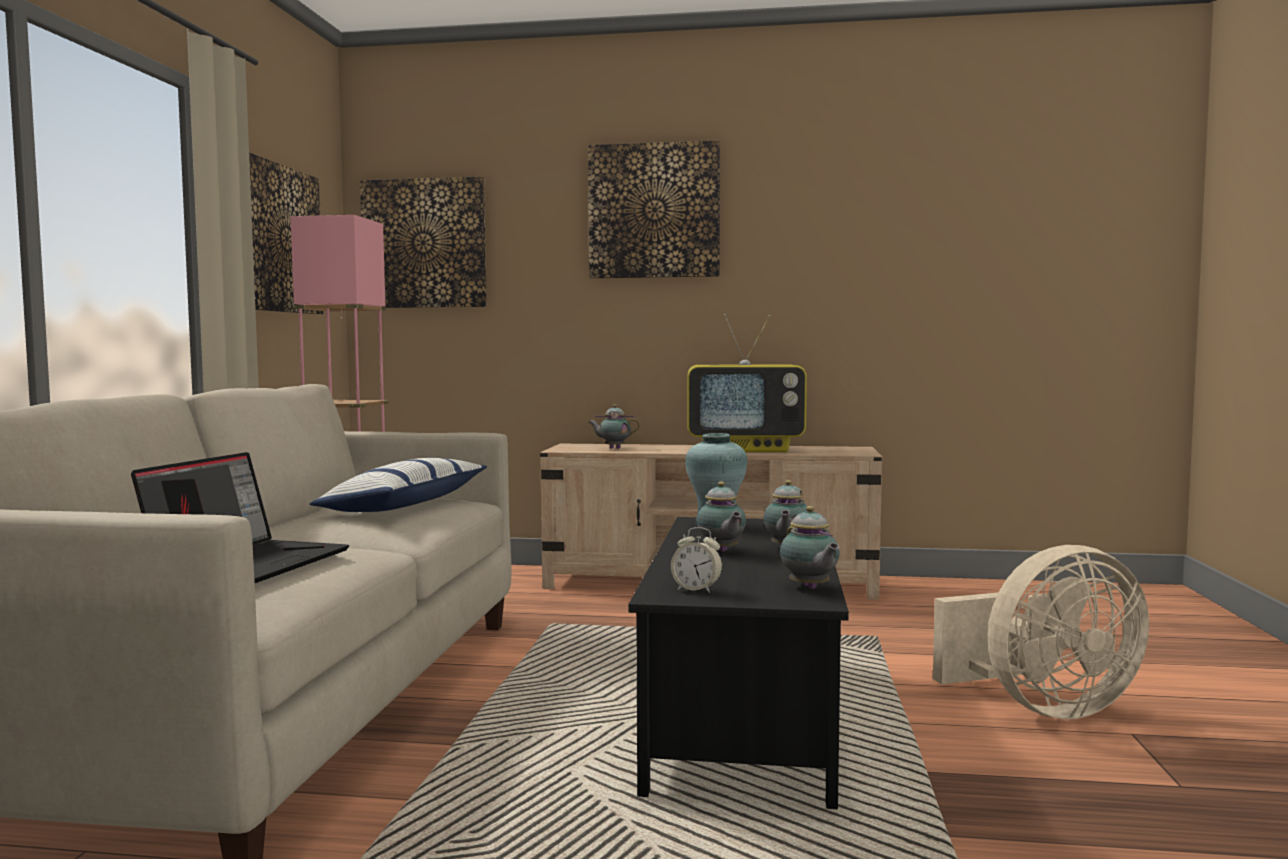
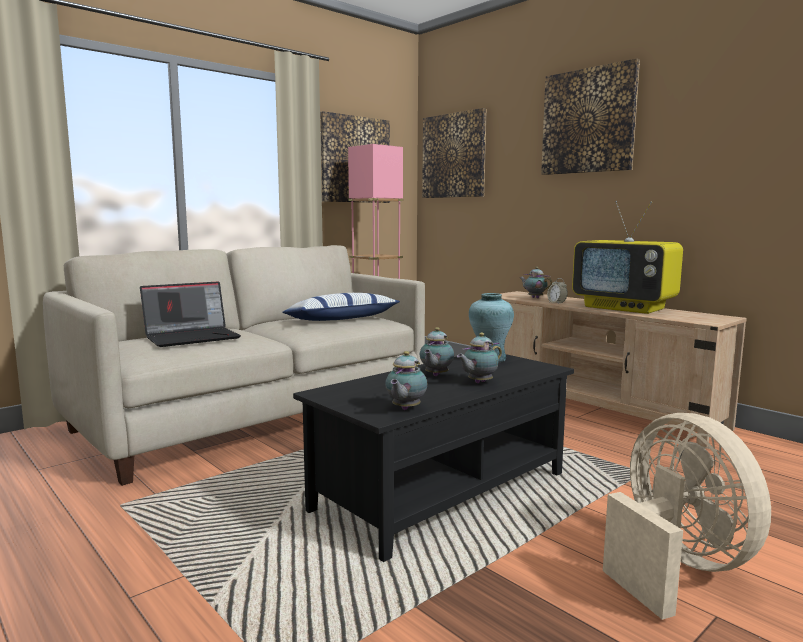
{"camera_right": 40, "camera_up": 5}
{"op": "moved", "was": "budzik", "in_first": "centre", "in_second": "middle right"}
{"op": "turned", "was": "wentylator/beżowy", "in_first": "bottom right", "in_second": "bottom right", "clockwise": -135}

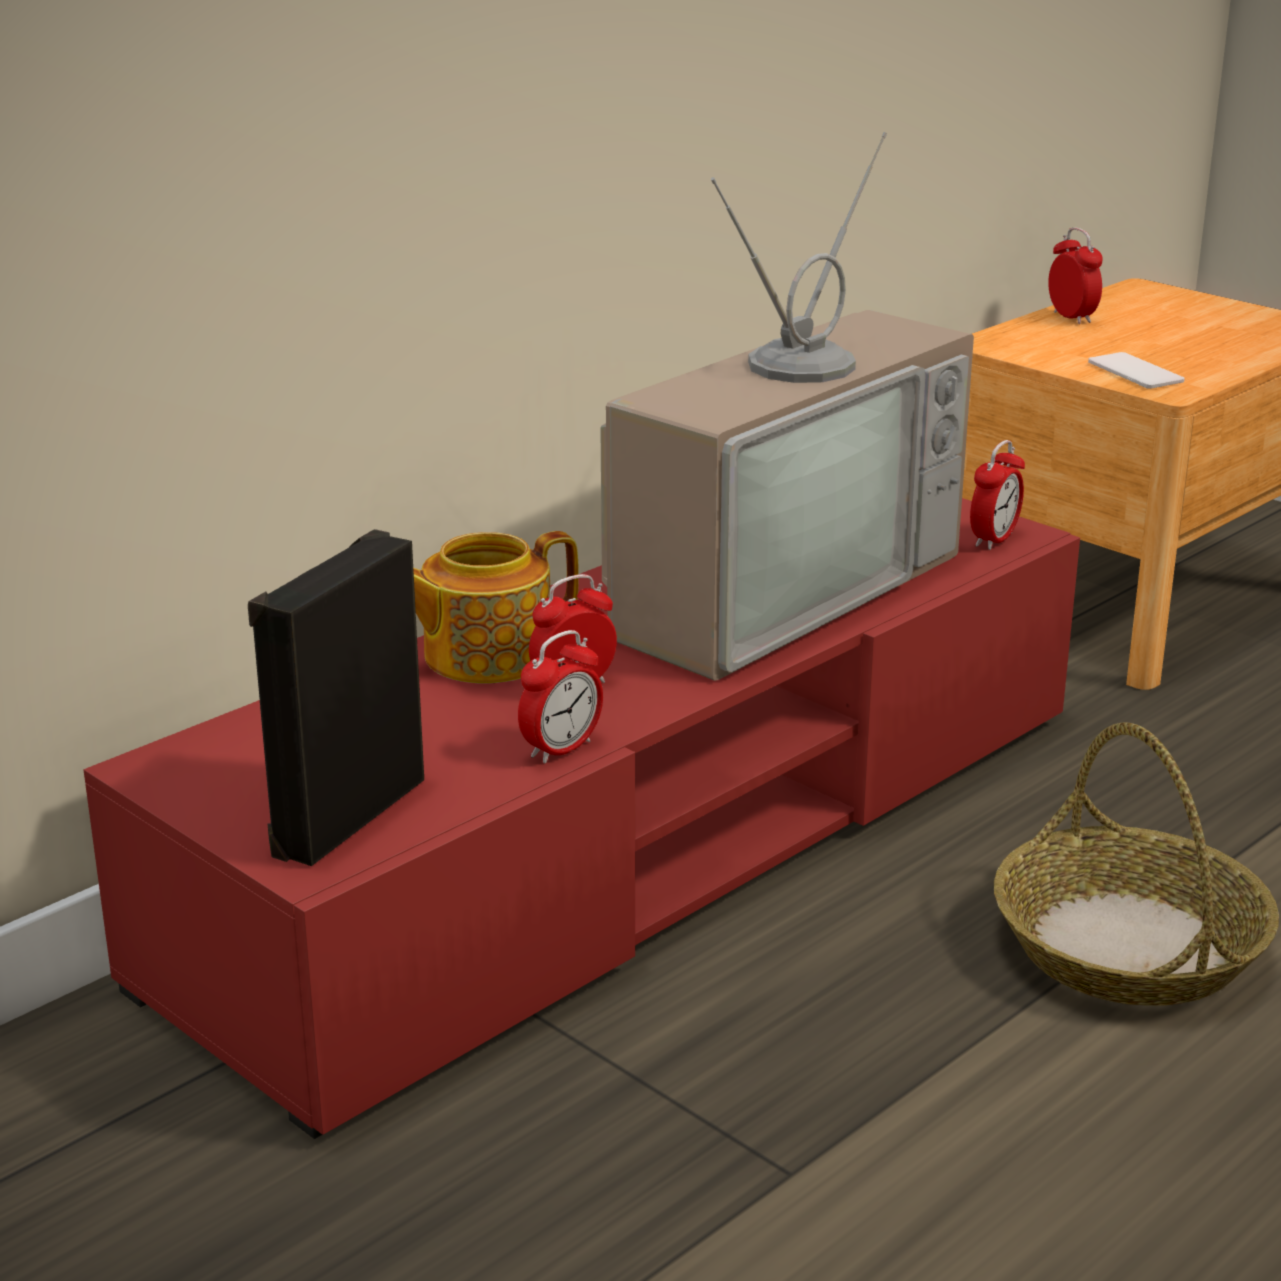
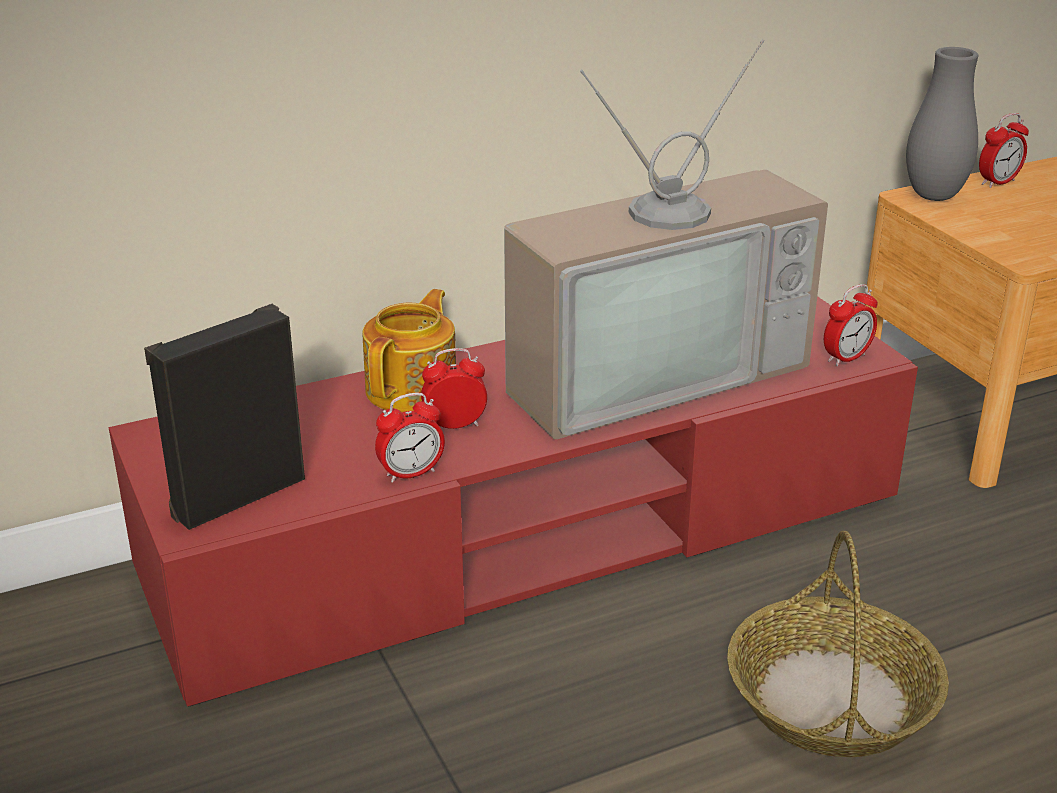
{"camera_right": 20, "camera_up": 5}
{"op": "turned", "was": "budzik (4th from left)", "in_first": "top right", "in_second": "top right", "clockwise": 60}
{"op": "removed", "was": "telefon", "in_first": "top right"}
{"op": "turned", "was": "imbryk", "in_first": "centre", "in_second": "centre", "clockwise": 120}
{"op": "added", "now": "wazon/szary", "in_second": "top right"}

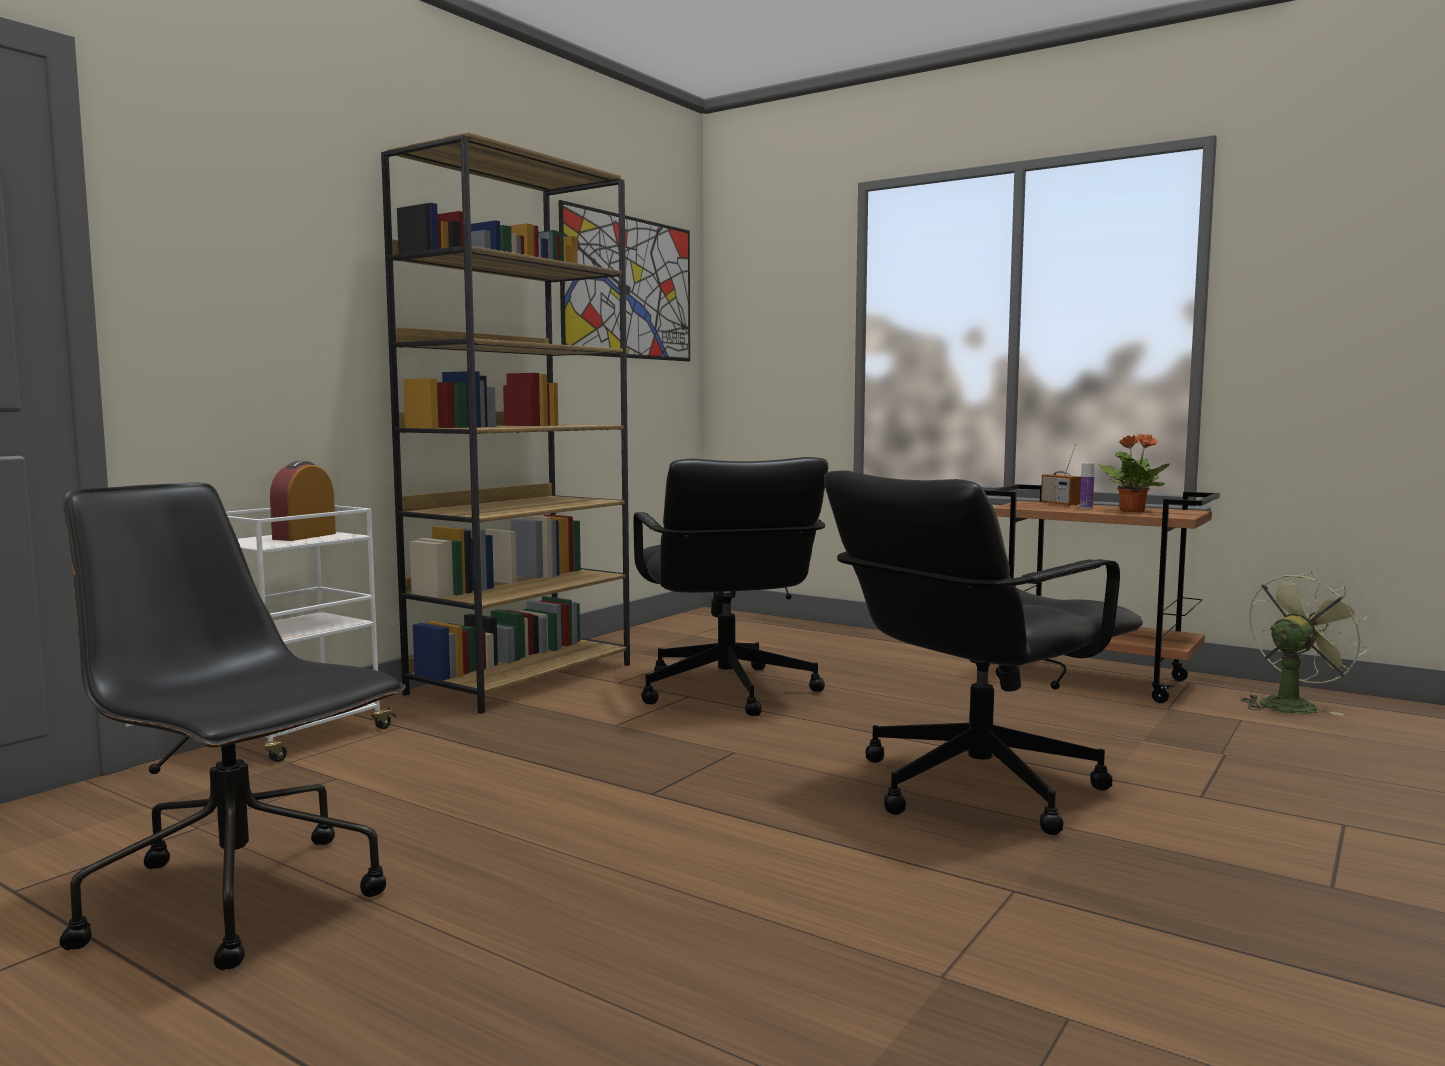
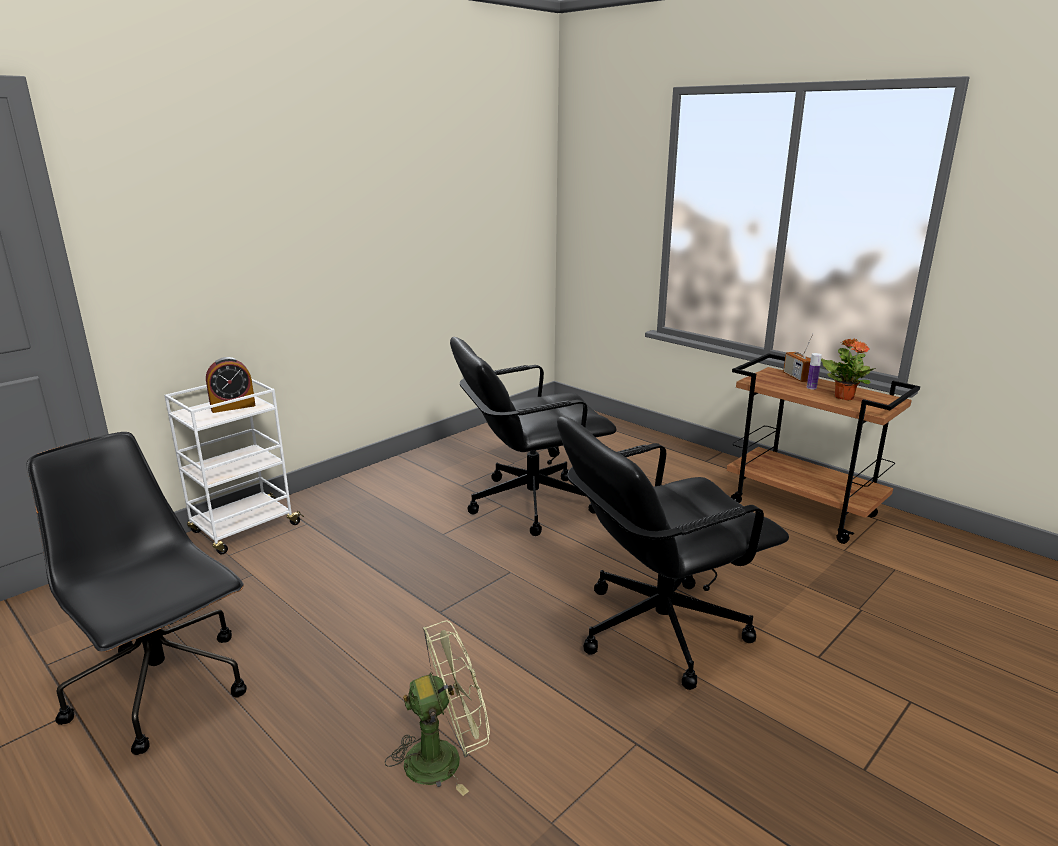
{"camera_right": 10, "camera_up": 15}
{"op": "removed", "was": "regał/brązowy", "in_first": "centre"}
{"op": "removed", "was": "obraz", "in_first": "top centre"}
{"op": "turned", "was": "krzesło biurowe/czarny (2nd from left)", "in_first": "centre", "in_second": "centre", "clockwise": 75}
{"op": "turned", "was": "budzik", "in_first": "middle left", "in_second": "middle left", "clockwise": -150}
{"op": "moved", "was": "wentylator/zielony", "in_first": "middle right", "in_second": "bottom centre"}

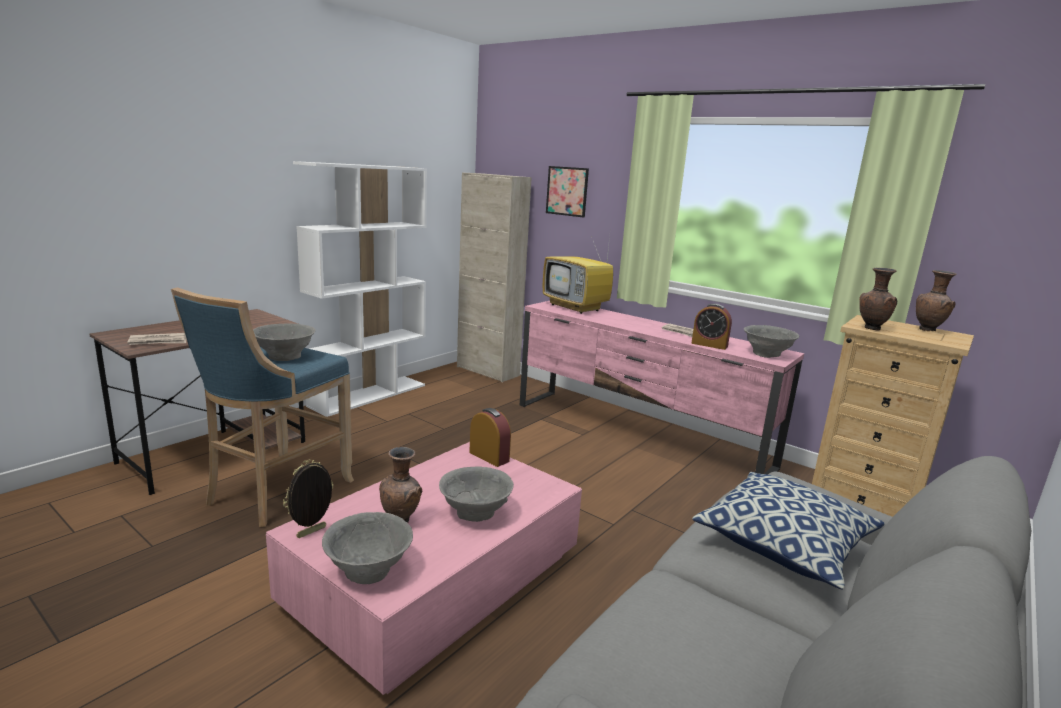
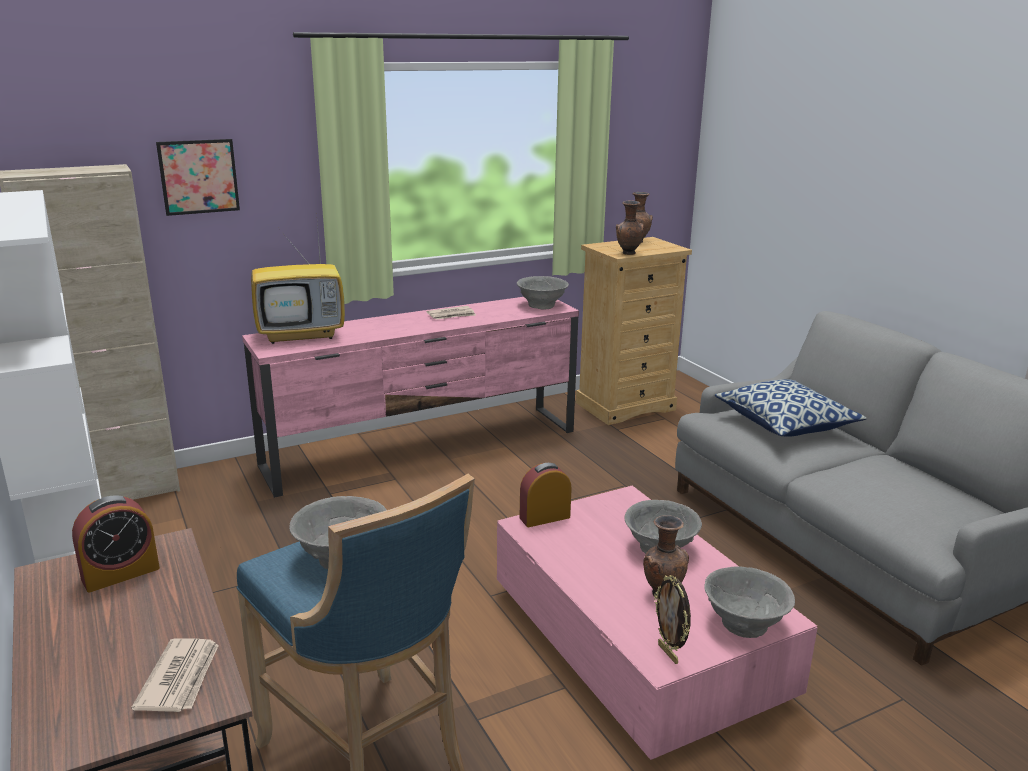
{"camera_right": -65, "camera_up": 5}
{"op": "moved", "was": "budzik (2nd from left in the first image)", "now": "budzik (1st from left)", "in_first": "middle right", "in_second": "bottom left"}

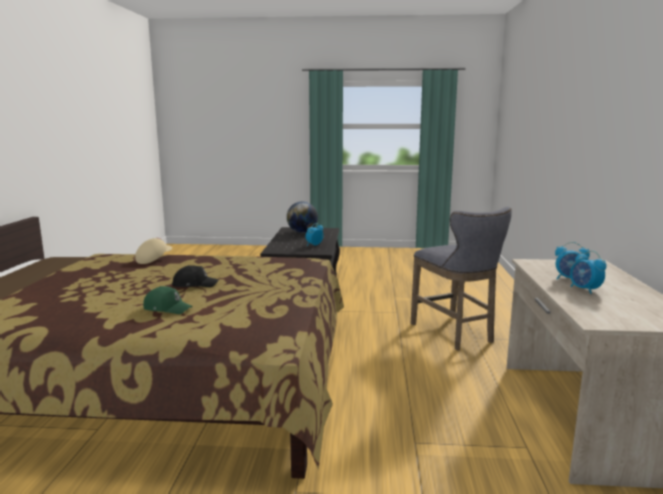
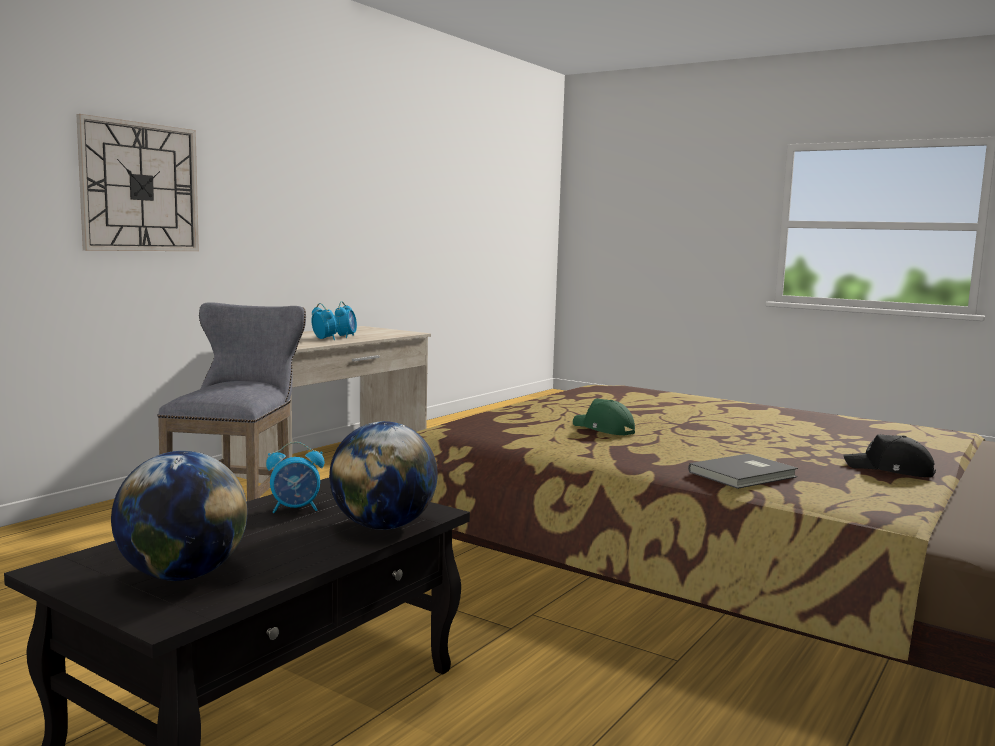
{"camera_right": -150, "camera_up": -5}
{"op": "replaced", "was": "czapka z daszkiem/beżowy", "now": "książka/szary", "in_first": "middle left", "in_second": "middle right"}
{"op": "moved", "was": "czapka z daszkiem/czarny", "in_first": "middle left", "in_second": "middle right"}
{"op": "moved", "was": "czapka z daszkiem/zielony", "in_first": "middle left", "in_second": "centre"}
{"op": "added", "now": "zegar ścienny", "in_second": "top left"}
{"op": "added", "now": "globus (2nd from left)", "in_second": "centre"}

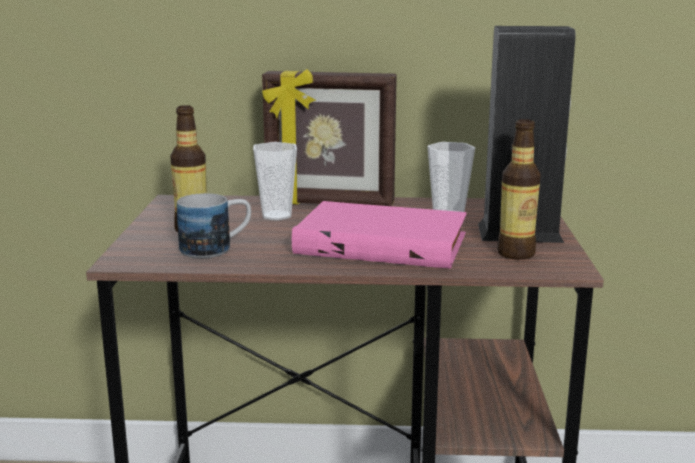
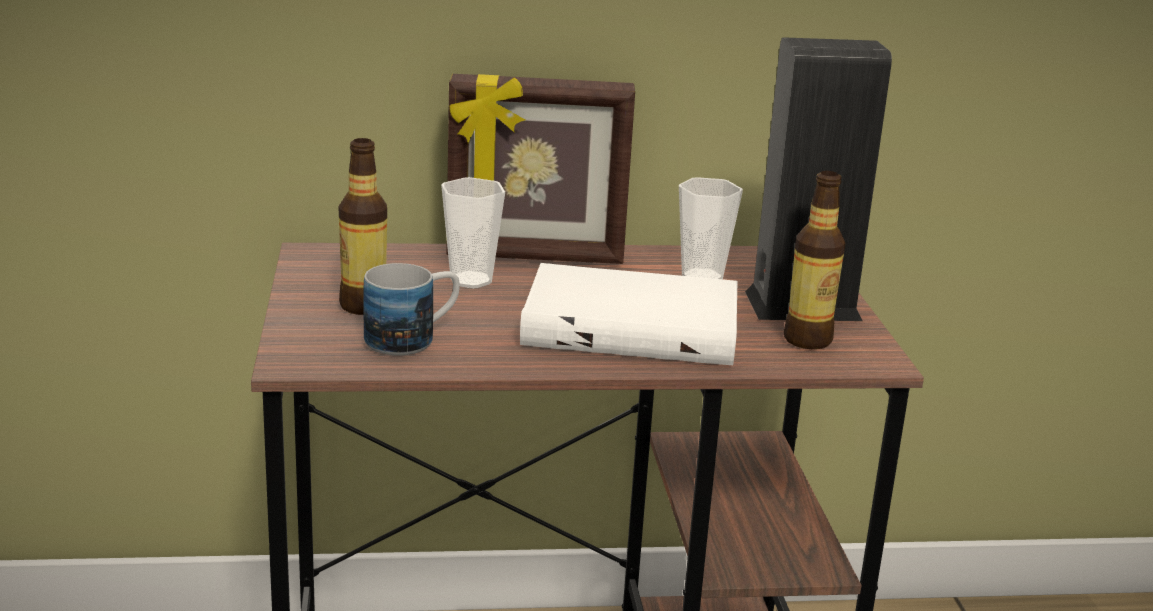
{"camera_right": -10, "camera_up": 5}
{"op": "recoloured", "was": "książka/różowy", "now": "książka/biały", "in_first": "centre", "in_second": "centre"}

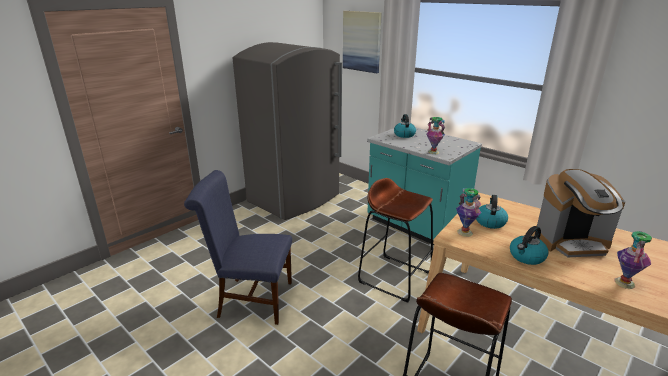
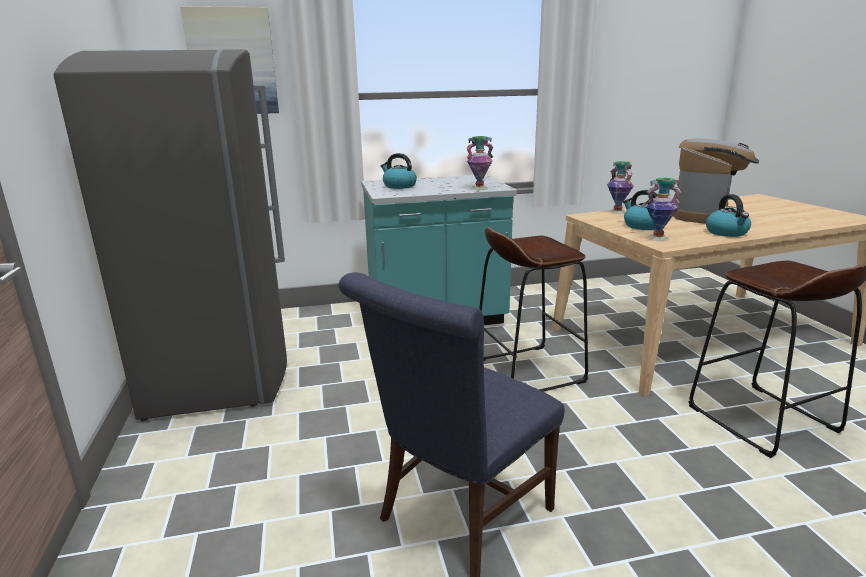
{"camera_right": -55, "camera_up": -5}
{"op": "moved", "was": "wazon (3rd from left in the first image)", "now": "wazon (2nd from left)", "in_first": "bottom right", "in_second": "top right"}

